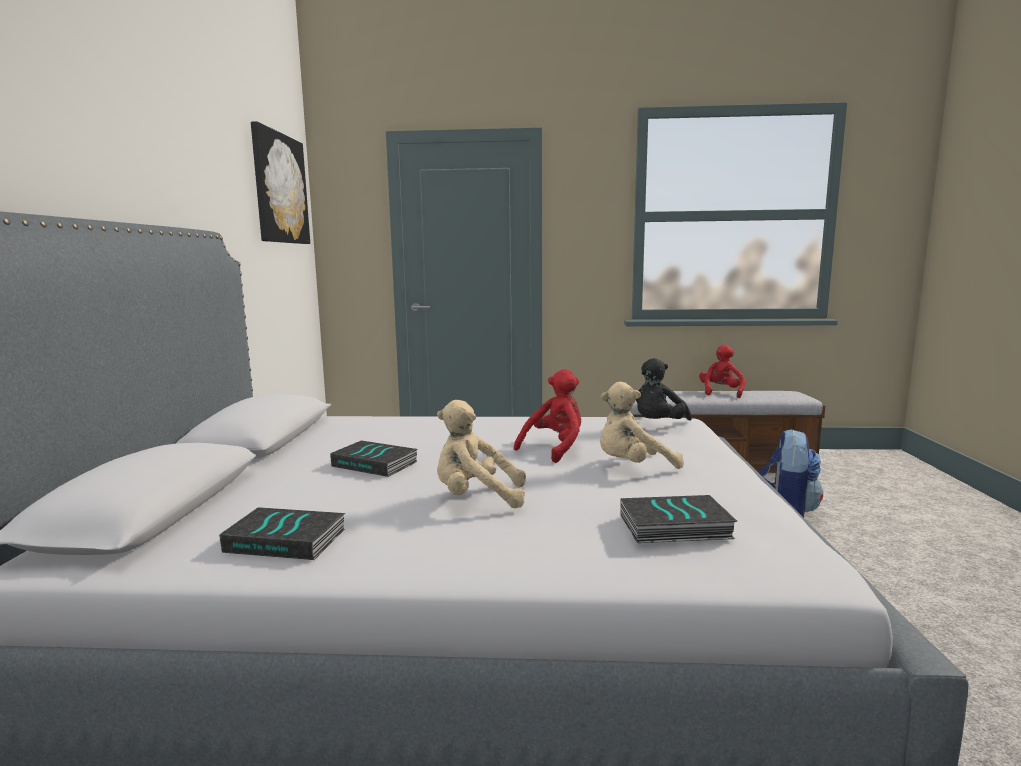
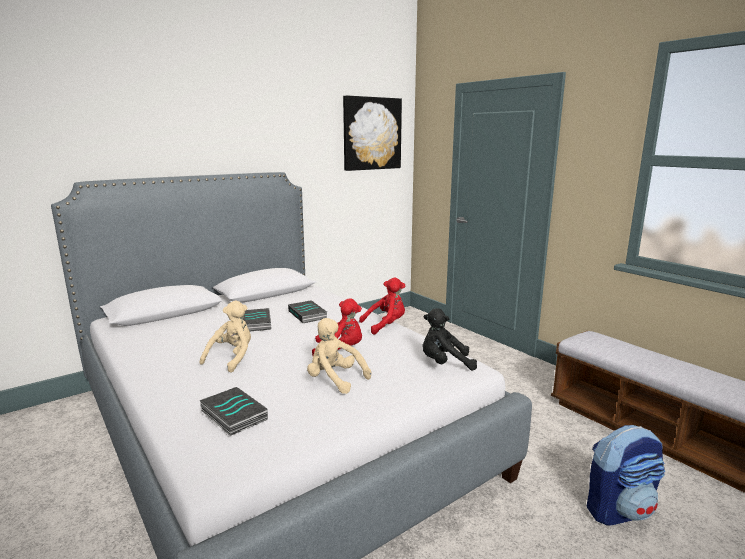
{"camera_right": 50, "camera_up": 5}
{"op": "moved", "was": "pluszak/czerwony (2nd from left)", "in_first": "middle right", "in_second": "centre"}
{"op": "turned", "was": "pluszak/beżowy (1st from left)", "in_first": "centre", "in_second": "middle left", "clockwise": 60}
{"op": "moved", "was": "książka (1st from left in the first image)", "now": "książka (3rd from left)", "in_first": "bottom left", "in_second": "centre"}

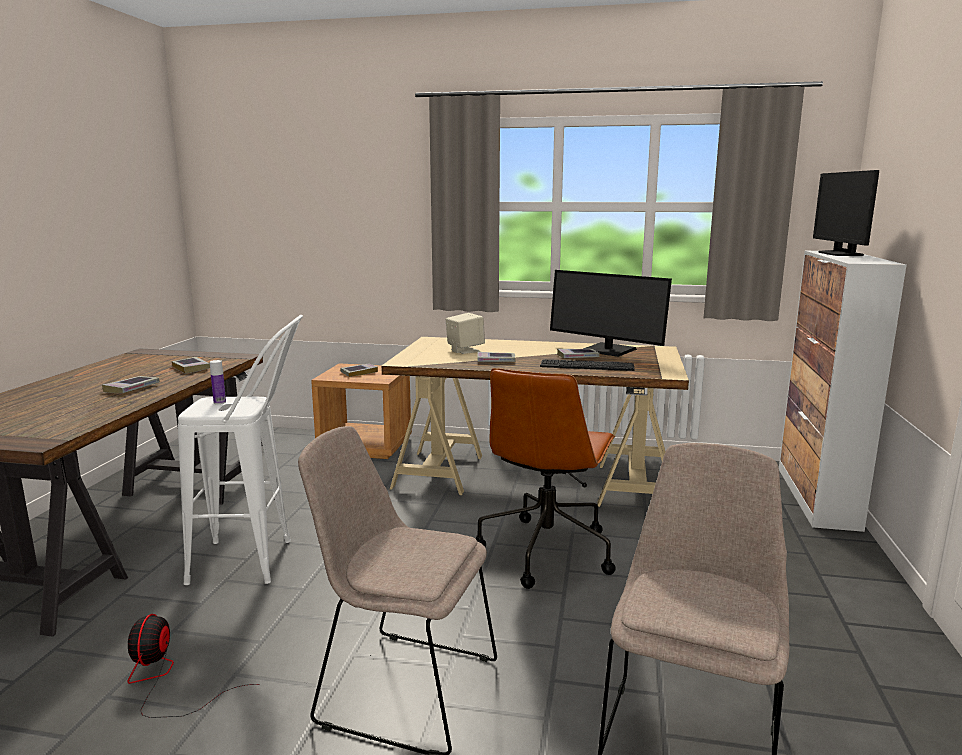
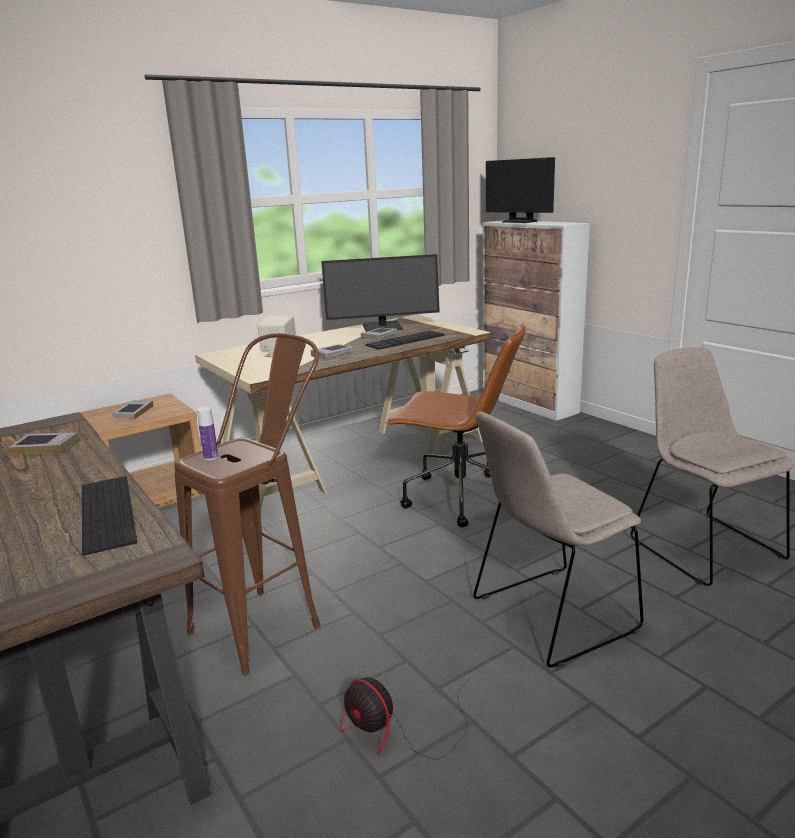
{"camera_right": -45, "camera_up": 5}
{"op": "recoloured", "was": "stołek/biały", "now": "stołek/brązowy", "in_first": "middle left", "in_second": "middle left"}
{"op": "turned", "was": "krzesło biurowe/brązowy", "in_first": "centre", "in_second": "centre", "clockwise": -45}
{"op": "removed", "was": "książka (1st from left)", "in_first": "middle left"}
{"op": "added", "now": "klawiatura (1st from left)", "in_second": "middle left"}

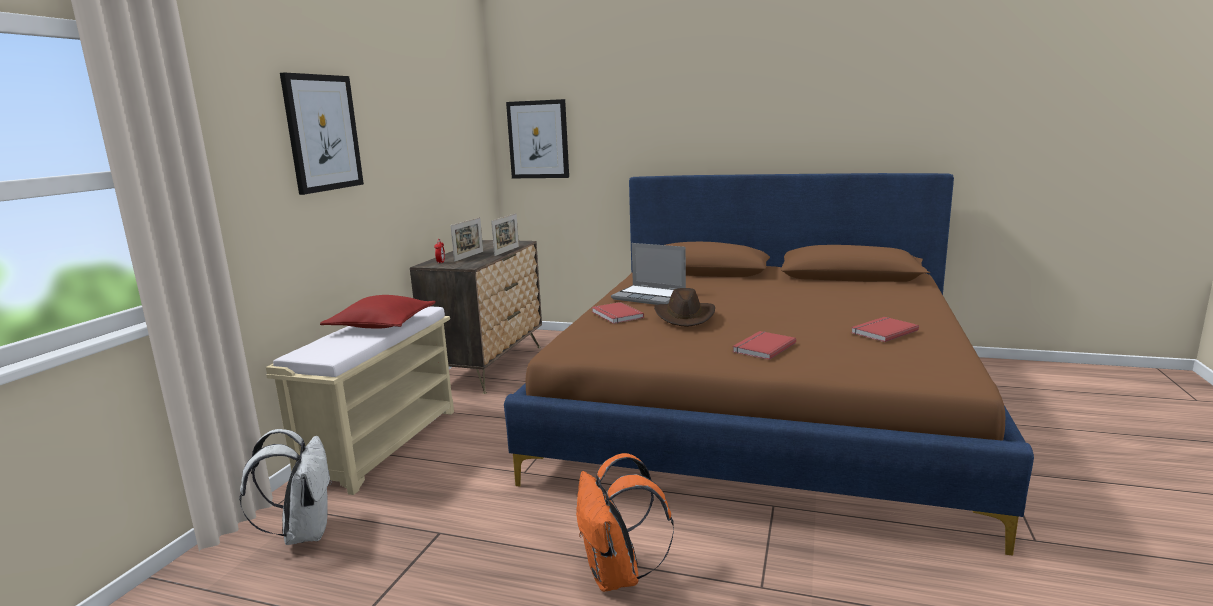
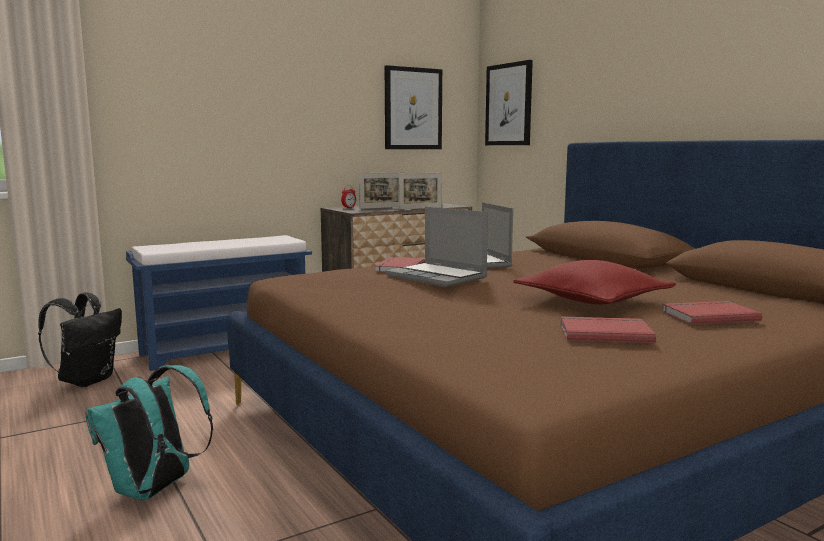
{"camera_right": 40, "camera_up": -5}
{"op": "moved", "was": "obraz (1st from left)", "in_first": "top left", "in_second": "top centre"}
{"op": "replaced", "was": "kapelusz/brązowy", "now": "laptop (1st from left)", "in_first": "centre", "in_second": "centre"}
{"op": "moved", "was": "poduszka/czerwony", "in_first": "middle left", "in_second": "middle right"}
{"op": "recoloured", "was": "ławka/beżowy", "now": "ławka/niebieski", "in_first": "middle left", "in_second": "middle left"}
{"op": "moved", "was": "książka/czerwony (2nd from left in the first image)", "now": "książka/czerwony (3rd from left)", "in_first": "centre", "in_second": "middle right"}
{"op": "recoloured", "was": "plecak/biały", "now": "plecak/czarny", "in_first": "bottom left", "in_second": "middle left"}
{"op": "recoloured", "was": "plecak/pomarańczowy", "now": "plecak/turkusowy", "in_first": "bottom centre", "in_second": "bottom left"}

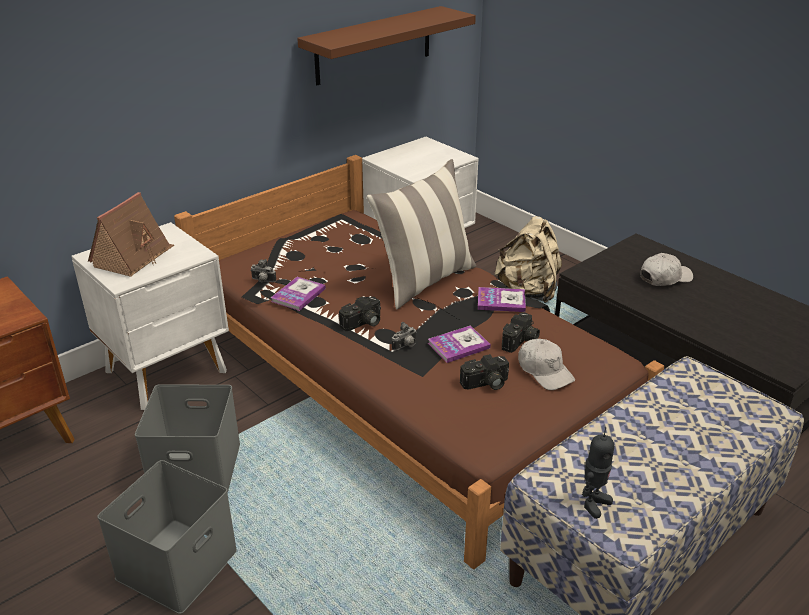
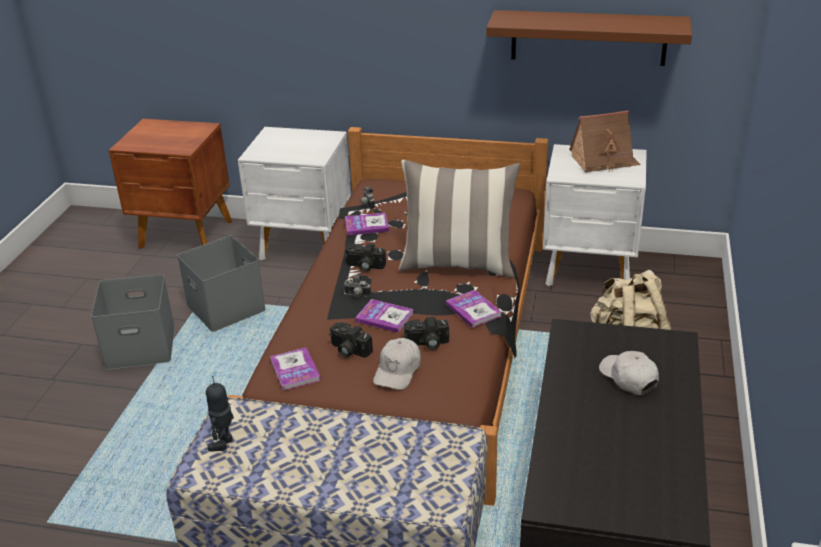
{"camera_right": 55, "camera_up": 0}
{"op": "moved", "was": "domek", "in_first": "middle left", "in_second": "top right"}
{"op": "turned", "was": "czapka z daszkiem/biały (2nd from left)", "in_first": "middle right", "in_second": "bottom right", "clockwise": -150}
{"op": "turned", "was": "robot zabawkowy", "in_first": "bottom right", "in_second": "bottom left", "clockwise": 105}
{"op": "added", "now": "książka (1st from left)", "in_second": "bottom centre"}

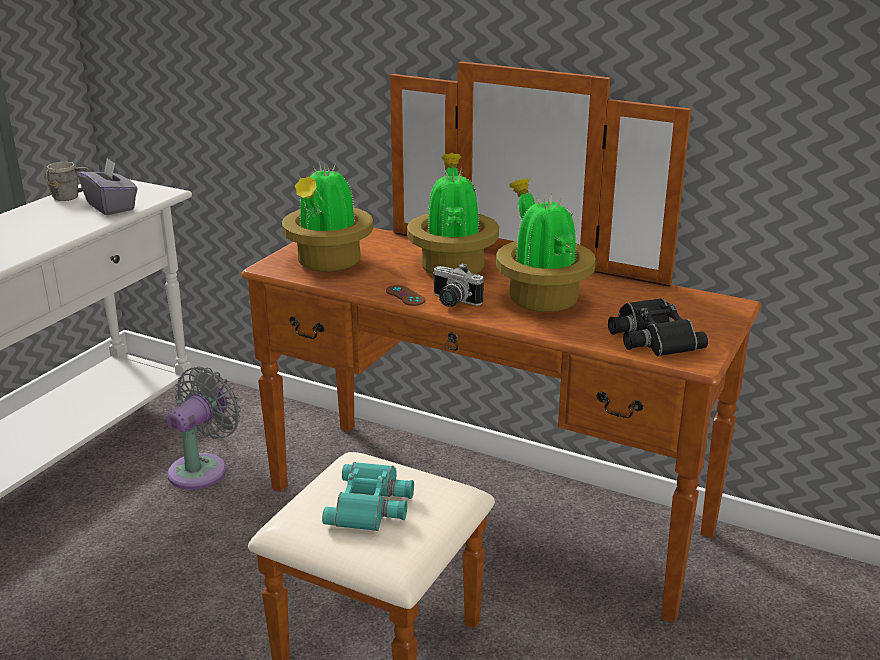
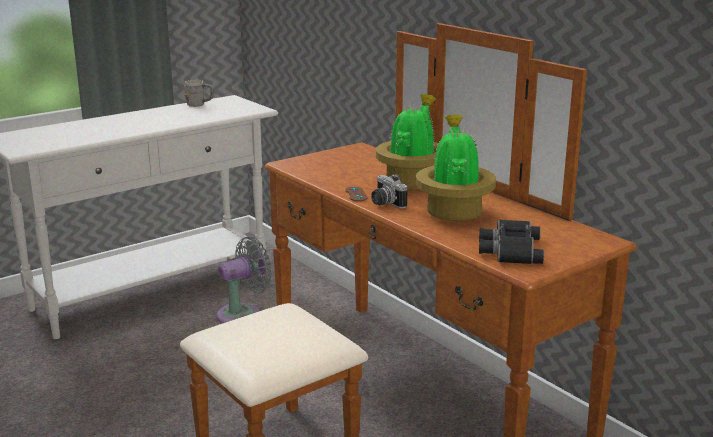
{"camera_right": 25, "camera_up": -5}
{"op": "removed", "was": "pudełko chusteczek/szary", "in_first": "top left"}
{"op": "removed", "was": "roślina doniczkowa (1st from left)", "in_first": "top centre"}
{"op": "removed", "was": "lornetka/turkusowy", "in_first": "bottom centre"}

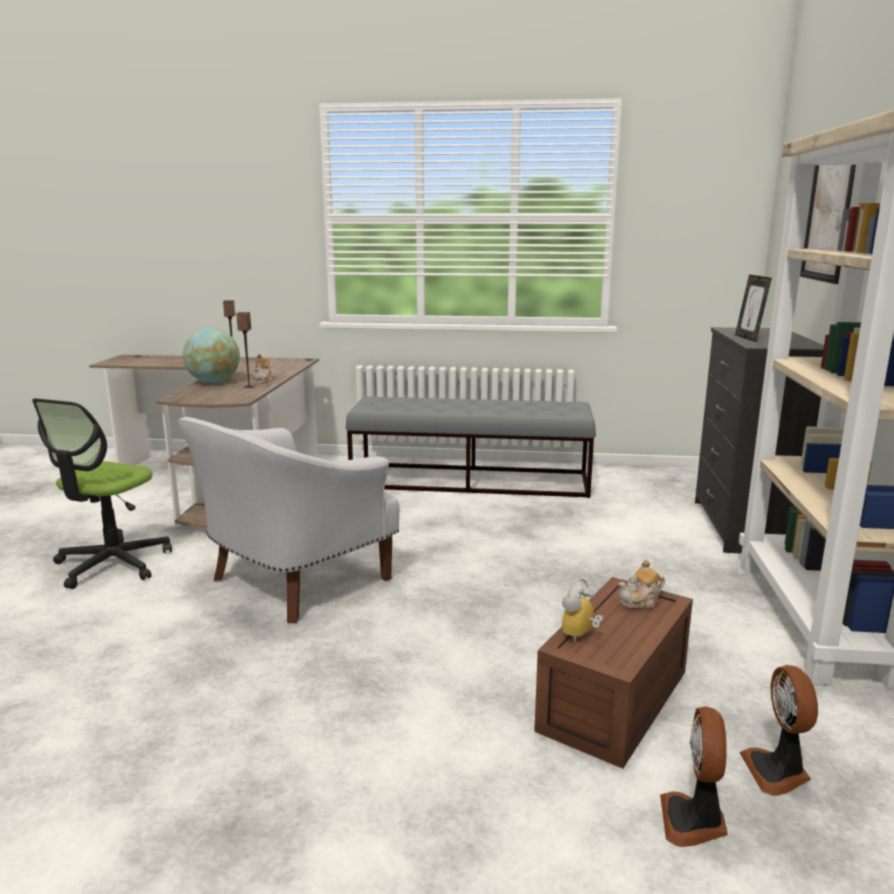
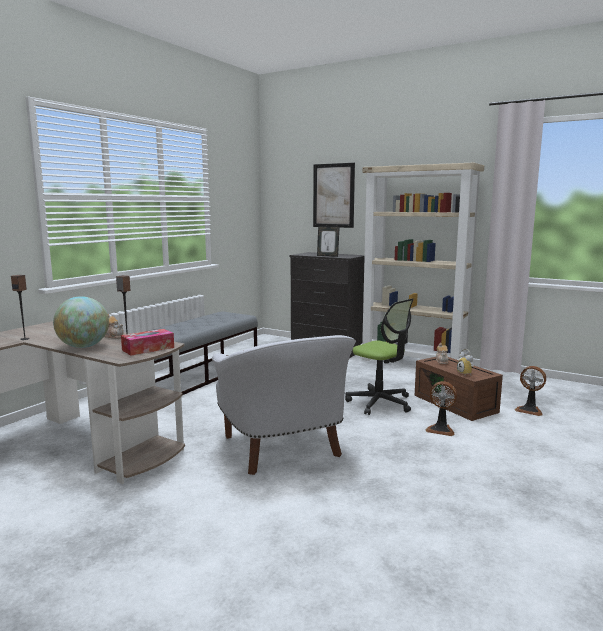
{"camera_right": -65, "camera_up": -5}
{"op": "moved", "was": "krzesło biurowe", "in_first": "middle left", "in_second": "centre"}
{"op": "moved", "was": "wentylator (2nd from left in the first image)", "now": "wentylator (1st from left)", "in_first": "bottom right", "in_second": "middle right"}
{"op": "added", "now": "pudełko chusteczek", "in_second": "middle left"}

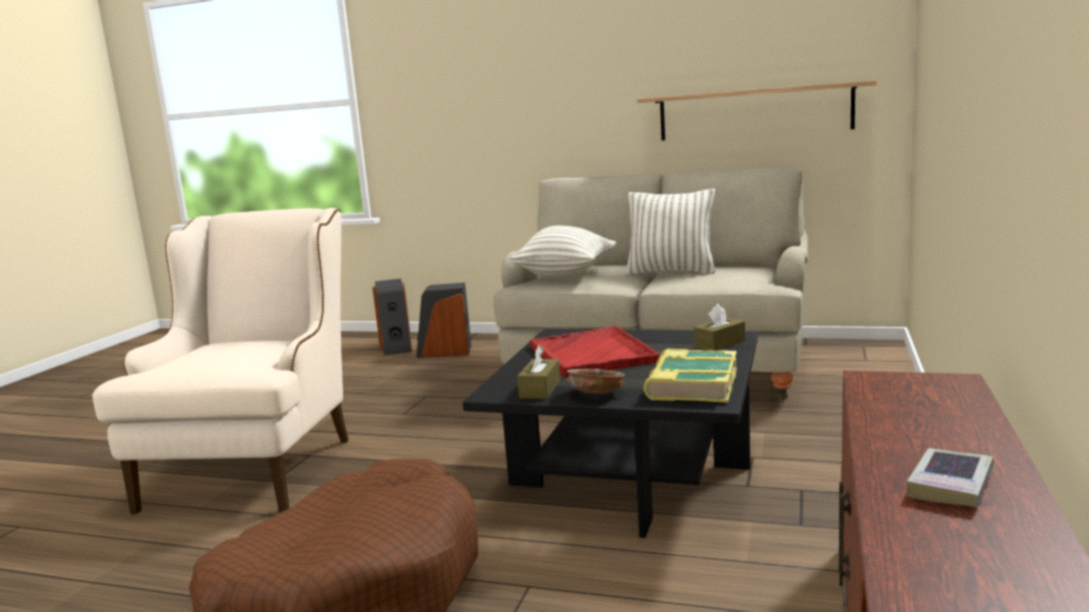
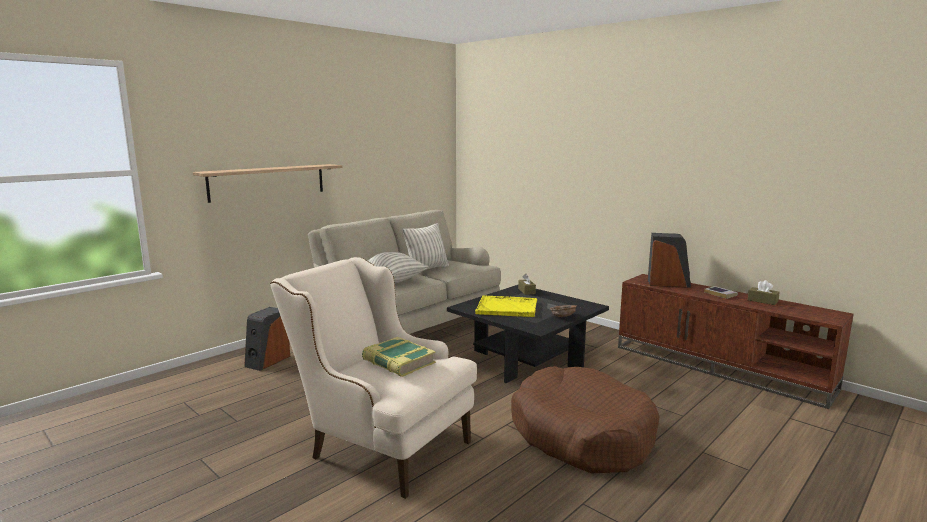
{"camera_right": -65, "camera_up": 0}
{"op": "moved", "was": "półka", "in_first": "top right", "in_second": "middle left"}
{"op": "moved", "was": "głośnik (1st from left in the first image)", "now": "głośnik (2nd from left)", "in_first": "centre", "in_second": "middle right"}
{"op": "recoloured", "was": "taca/czerwony", "now": "taca/żółty", "in_first": "centre", "in_second": "centre"}
{"op": "moved", "was": "pudełko chusteczek/brązowy (1st from left in the first image)", "now": "pudełko chusteczek/brązowy (2nd from left)", "in_first": "centre", "in_second": "middle right"}
{"op": "moved", "was": "książka (1st from left)", "in_first": "centre", "in_second": "bottom centre"}

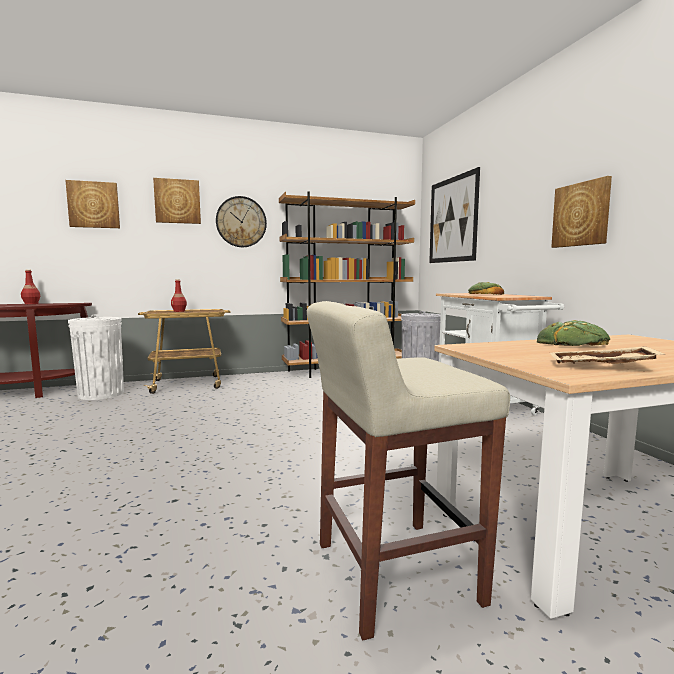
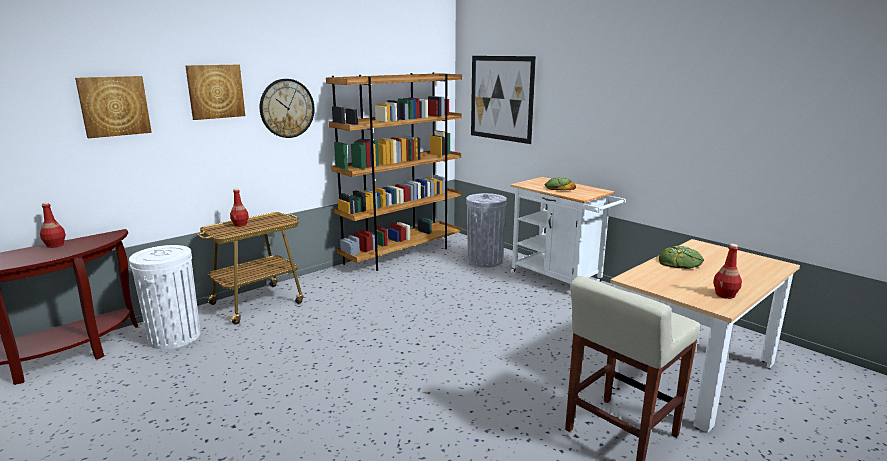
{"camera_right": -25, "camera_up": 10}
{"op": "removed", "was": "obraz (4th from left)", "in_first": "top right"}
{"op": "replaced", "was": "taca/beżowy", "now": "butelka/czerwony (3rd from left)", "in_first": "middle right", "in_second": "middle right"}

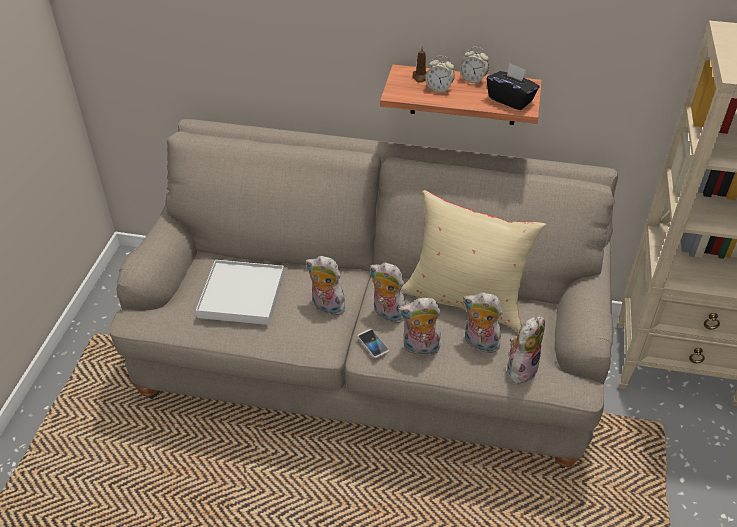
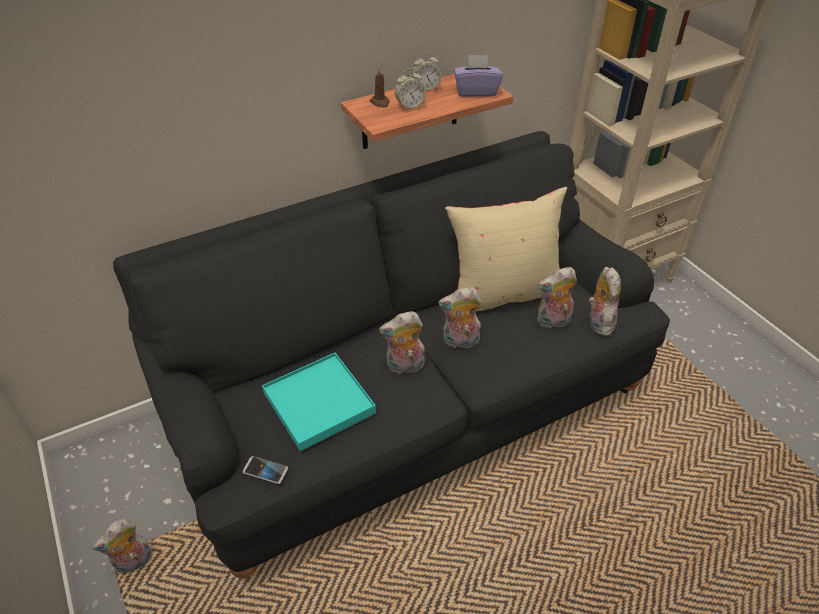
{"camera_right": -40, "camera_up": 0}
{"op": "recoloured", "was": "pudełko chusteczek/czarny", "now": "pudełko chusteczek/fioletowy", "in_first": "top right", "in_second": "top centre"}
{"op": "recoloured", "was": "kanapa/beżowy", "now": "kanapa/czarny", "in_first": "centre", "in_second": "centre"}
{"op": "recoloured", "was": "taca/biały", "now": "taca/turkusowy", "in_first": "middle left", "in_second": "centre"}
{"op": "moved", "was": "pluszak (3rd from left in the first image)", "now": "pluszak (1st from left)", "in_first": "centre", "in_second": "bottom left"}
{"op": "moved", "was": "telefon", "in_first": "centre", "in_second": "bottom left"}

